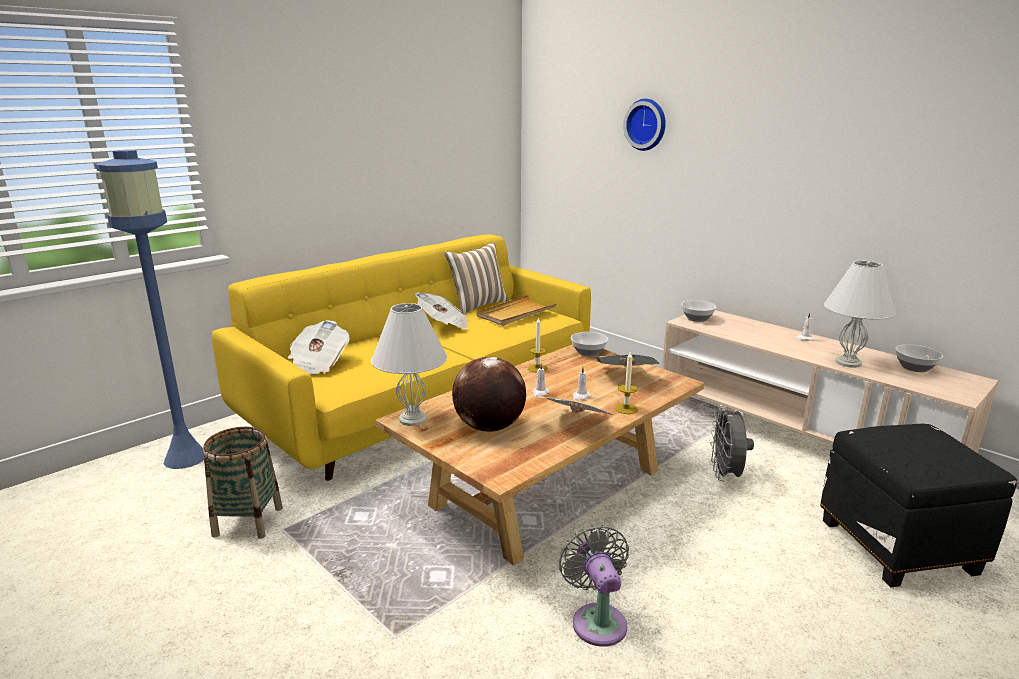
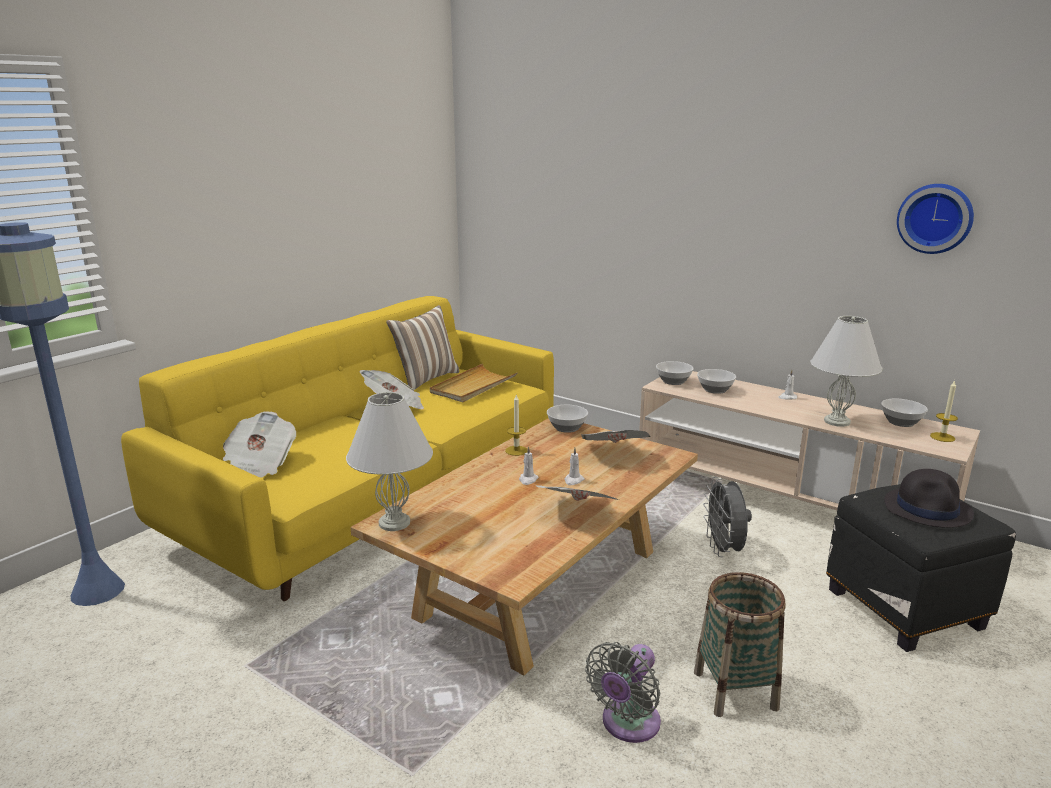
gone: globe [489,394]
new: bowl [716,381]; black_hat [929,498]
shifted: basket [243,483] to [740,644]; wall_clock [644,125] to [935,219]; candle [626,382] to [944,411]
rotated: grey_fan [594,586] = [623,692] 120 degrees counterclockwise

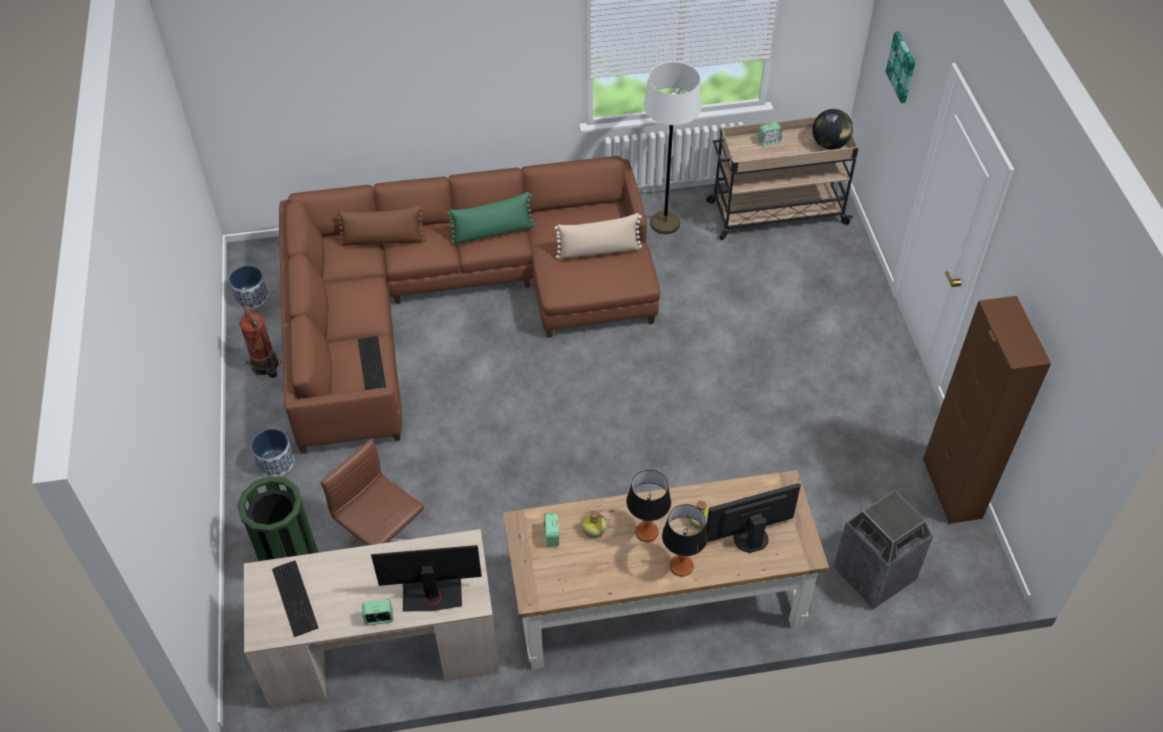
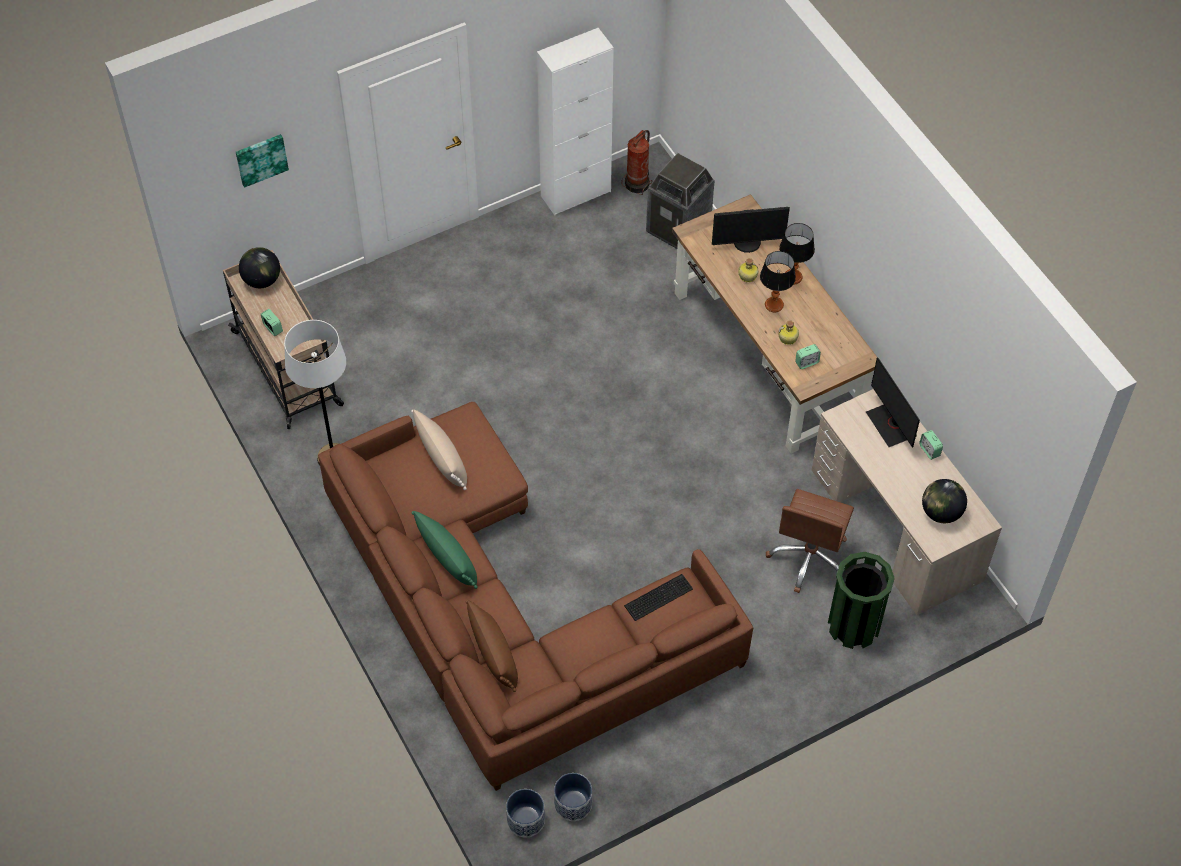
shifted: planter [272,453] to [525,813]; fire_extinguisher [260,342] to [636,162]
swapped: keyboard [295,599] to globe [944,501]
repainted: brown_cabinet [987,410] to white_cabinet [575,121]
rotated: monitor [753,518] = [751,230] 60 degrees counterclockwise

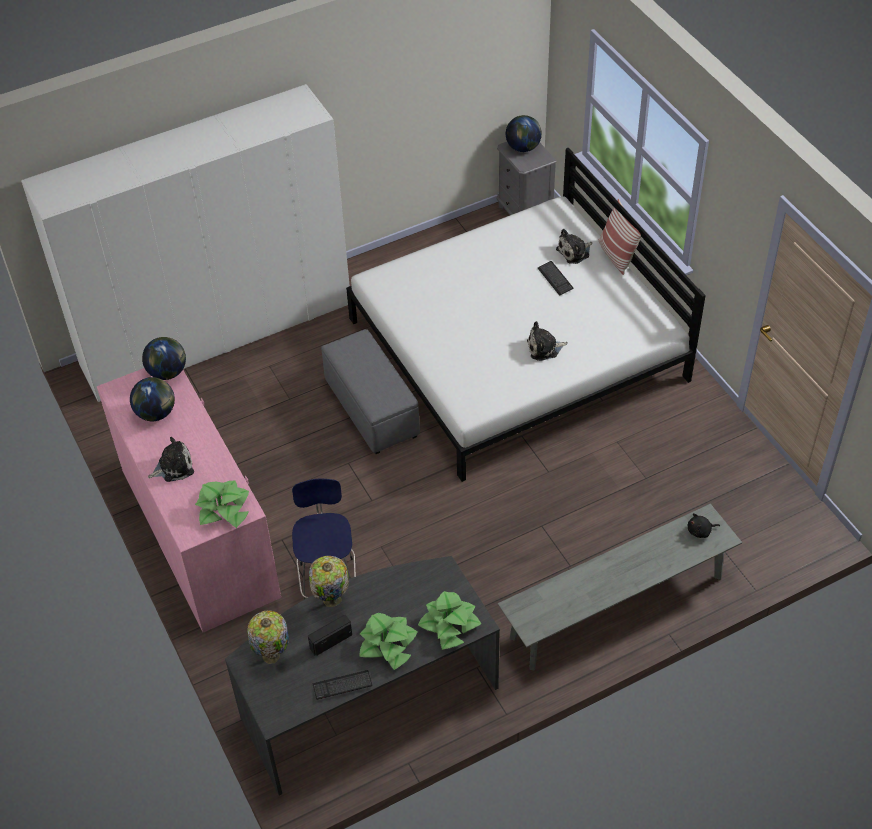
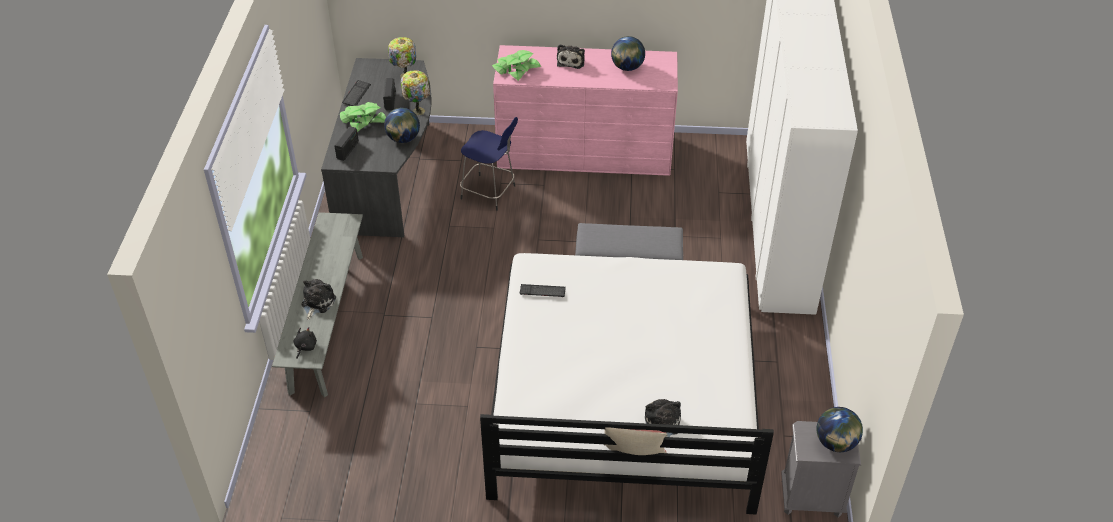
shifted: plush_toy [547,341] to [318,299]; globe [164,358] to [402,125]; keyboard [555,278] to [543,291]
swapped: potted_plant [449,620] to radio [346,143]

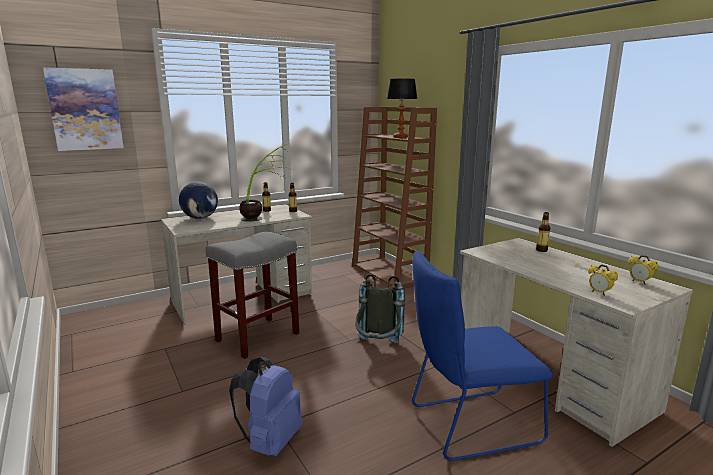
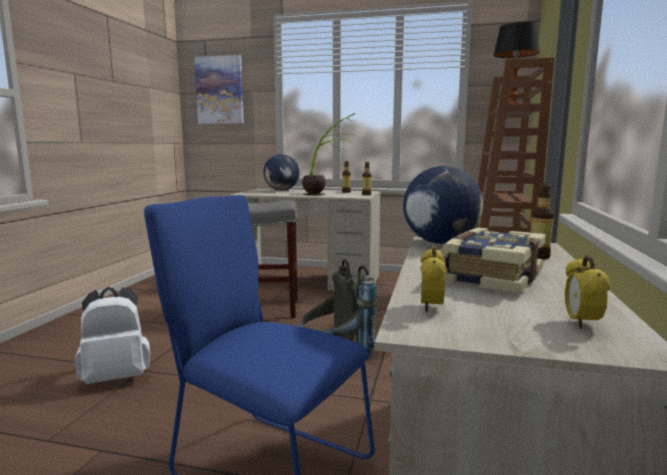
new: globe [443,205]; book [493,261]
repainted: blue_backpack [265,406] to white_backpack [112,335]

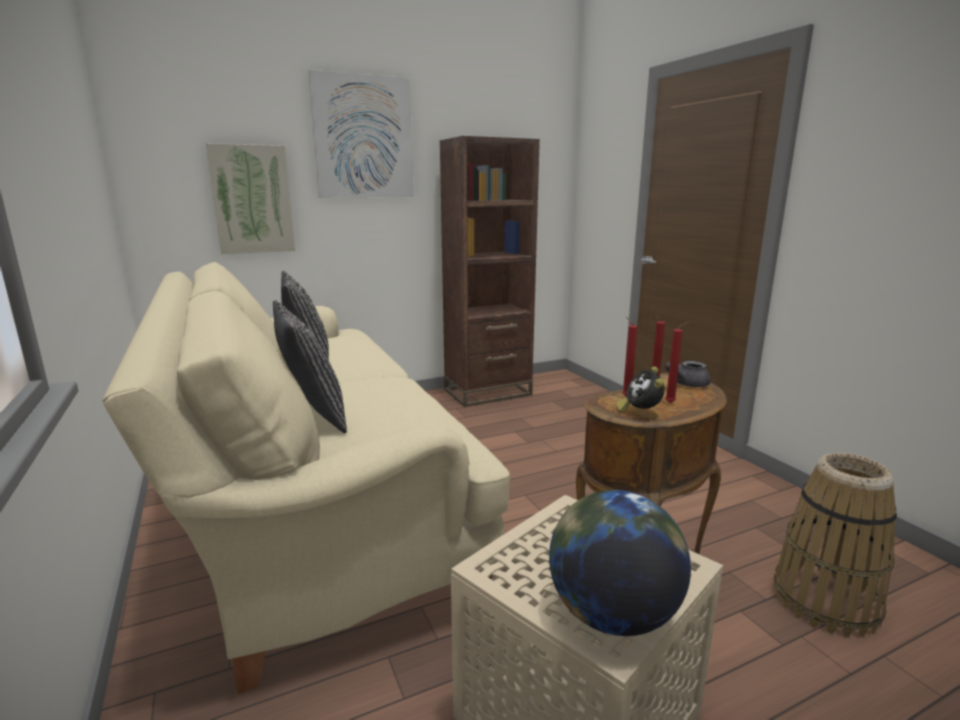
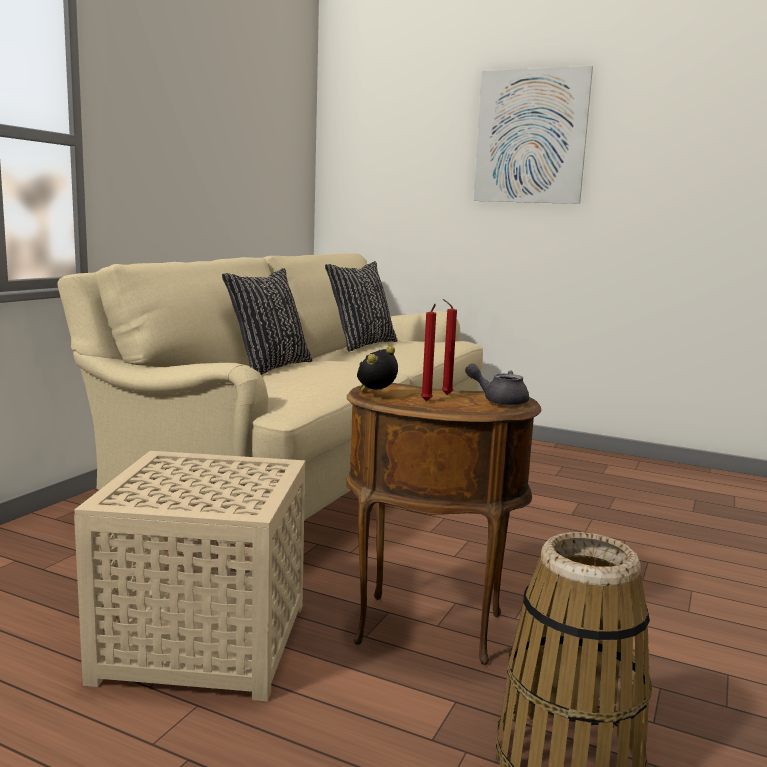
gone: picture [250,198]; brown_bookcase [490,271]; globe [620,563]; red_candle [630,356]

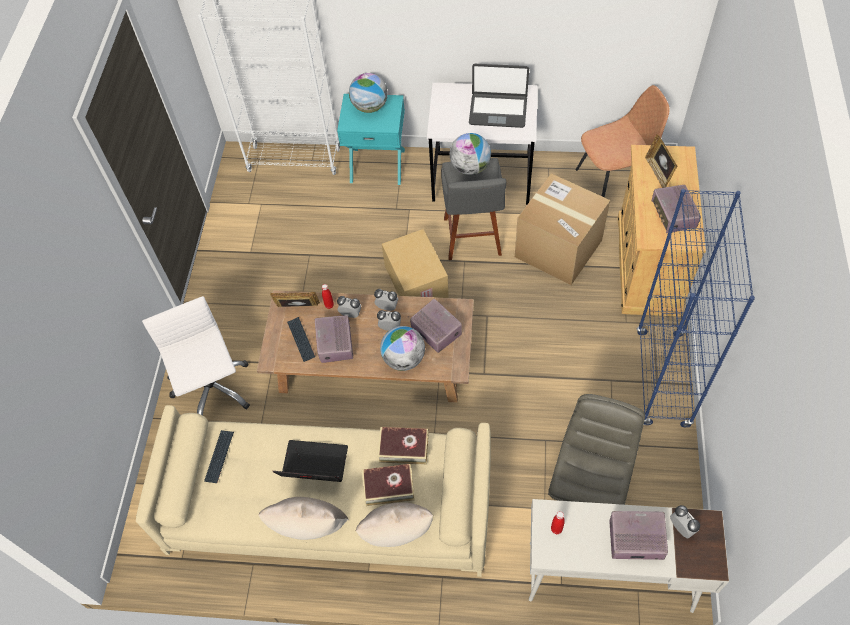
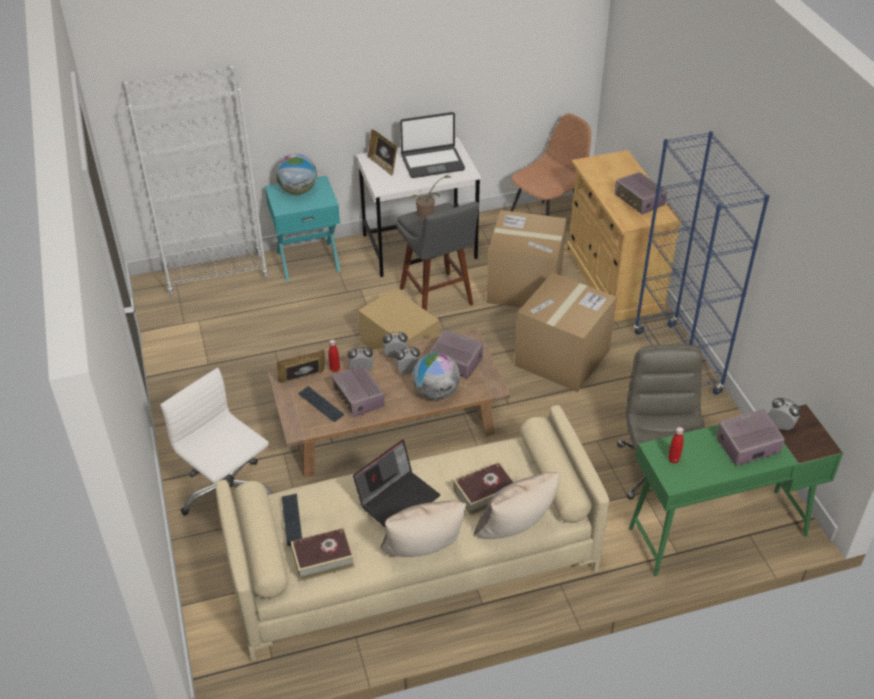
new: cardboard_box [565,332]
shifted: book [403,446] to [323,554]; picture_frame [661,161] to [382,152]
swapped: globe [470,154] to potted_plant [431,197]
repainted: white_desk [629,556] to green_desk [736,490]
rotated: laptop [310,461] = [396,483] 150 degrees clockwise

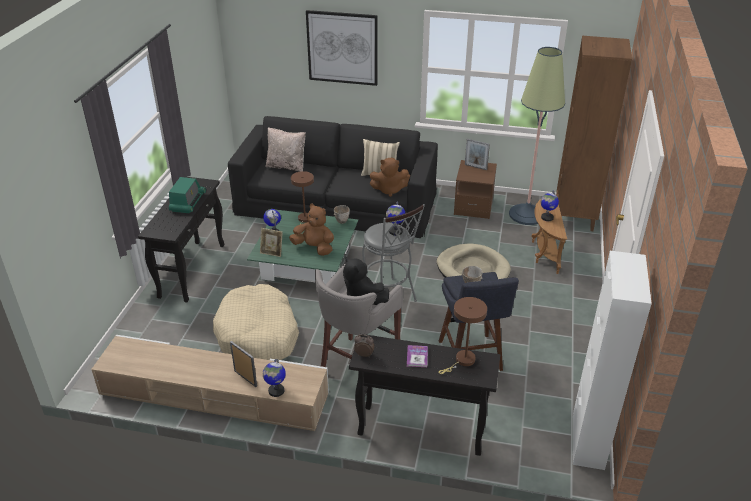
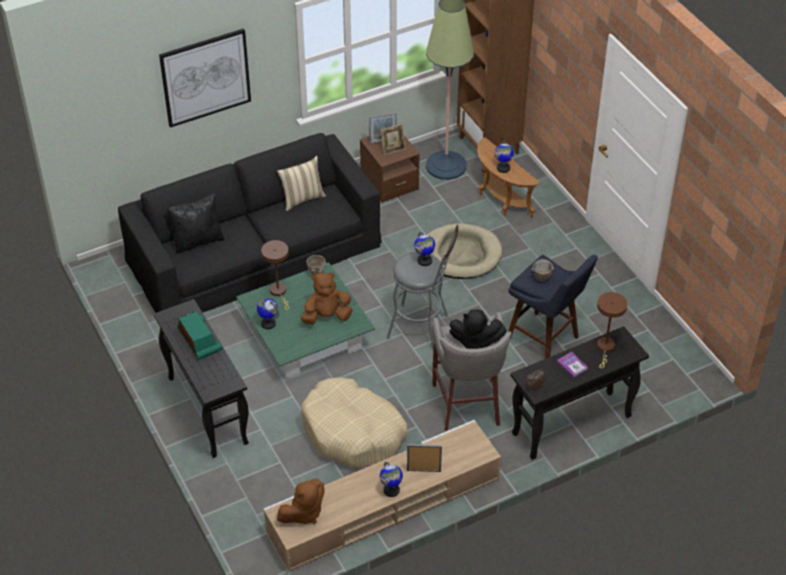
gone: white_cabinet [612,360]
shifted: brown_plush_toy [390,177] to [301,501]; globe [274,378] to [391,479]; picture_frame [271,242] to [393,139]
repainted: beige_pillow [285,149] to black_pillow [196,224]

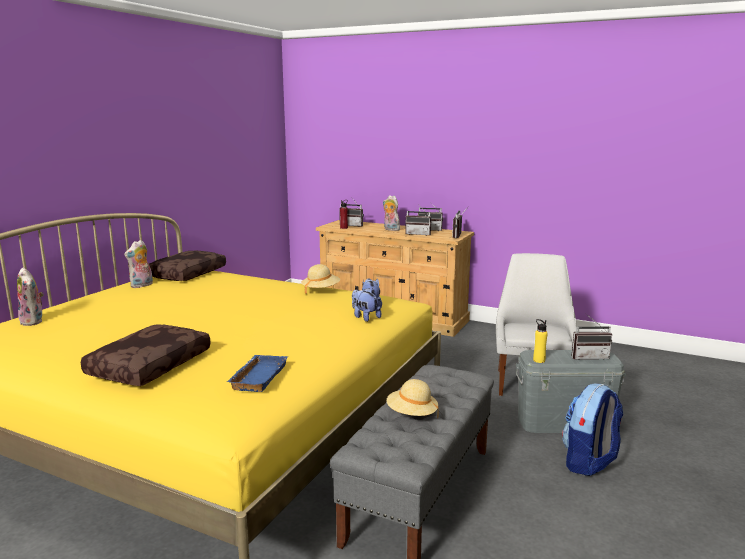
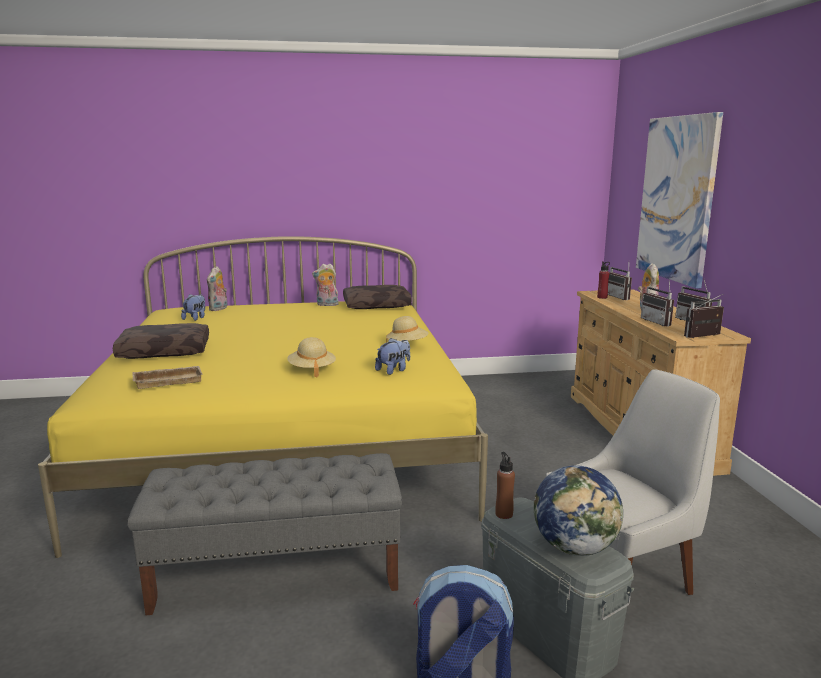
new: picture [679,200]
shifted: plush_toy [366,305] to [193,307]; beige_hat [413,398] to [311,357]
swapped: radio [592,337] to globe [578,510]
repainted: blue_tray [257,373] to beige_tray [167,377]; yellow_bottle [540,341] to brown_bottle [505,485]

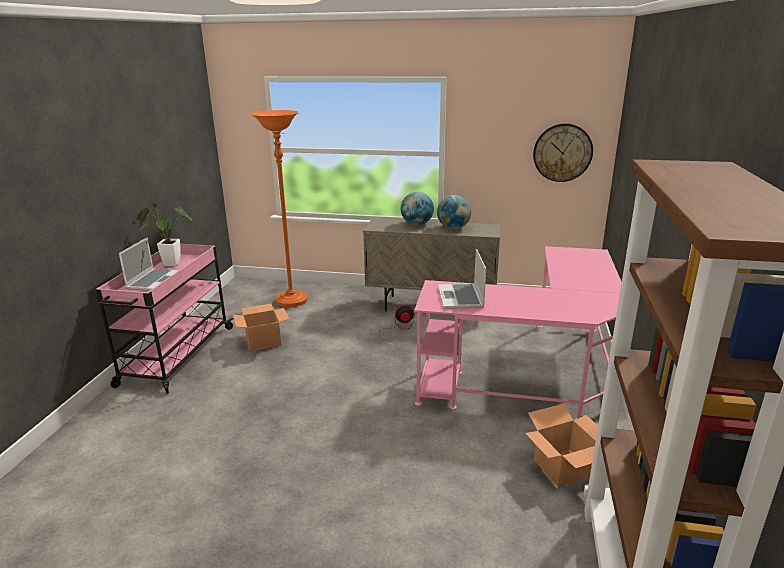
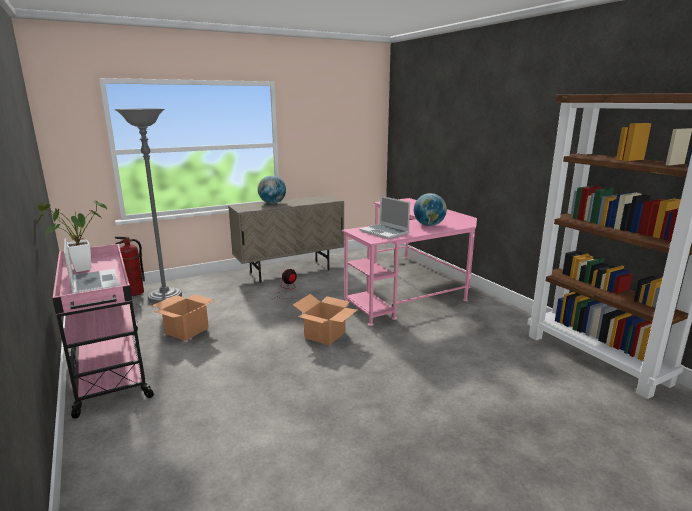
gone: wall_clock [563,152]
new: fire_extinguisher [130,266]
shifted: cardboard_box [561,445] to [325,319]; globe [454,212] to [430,209]
repainted: orange_floor_lamp [279,208] to grey_floor_lamp [148,206]

